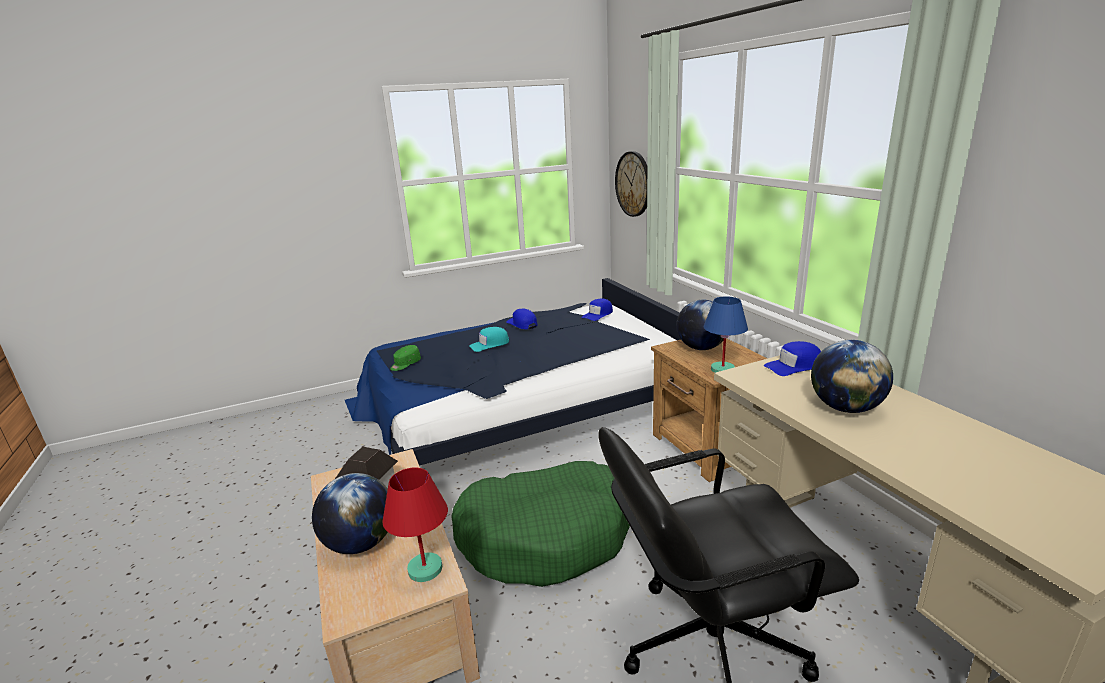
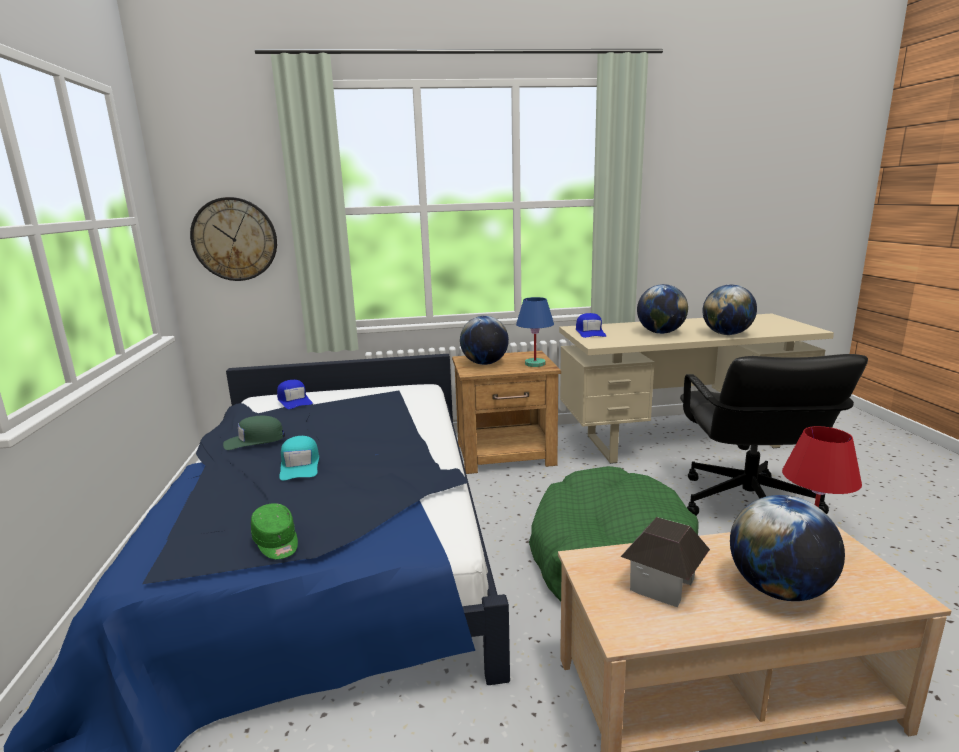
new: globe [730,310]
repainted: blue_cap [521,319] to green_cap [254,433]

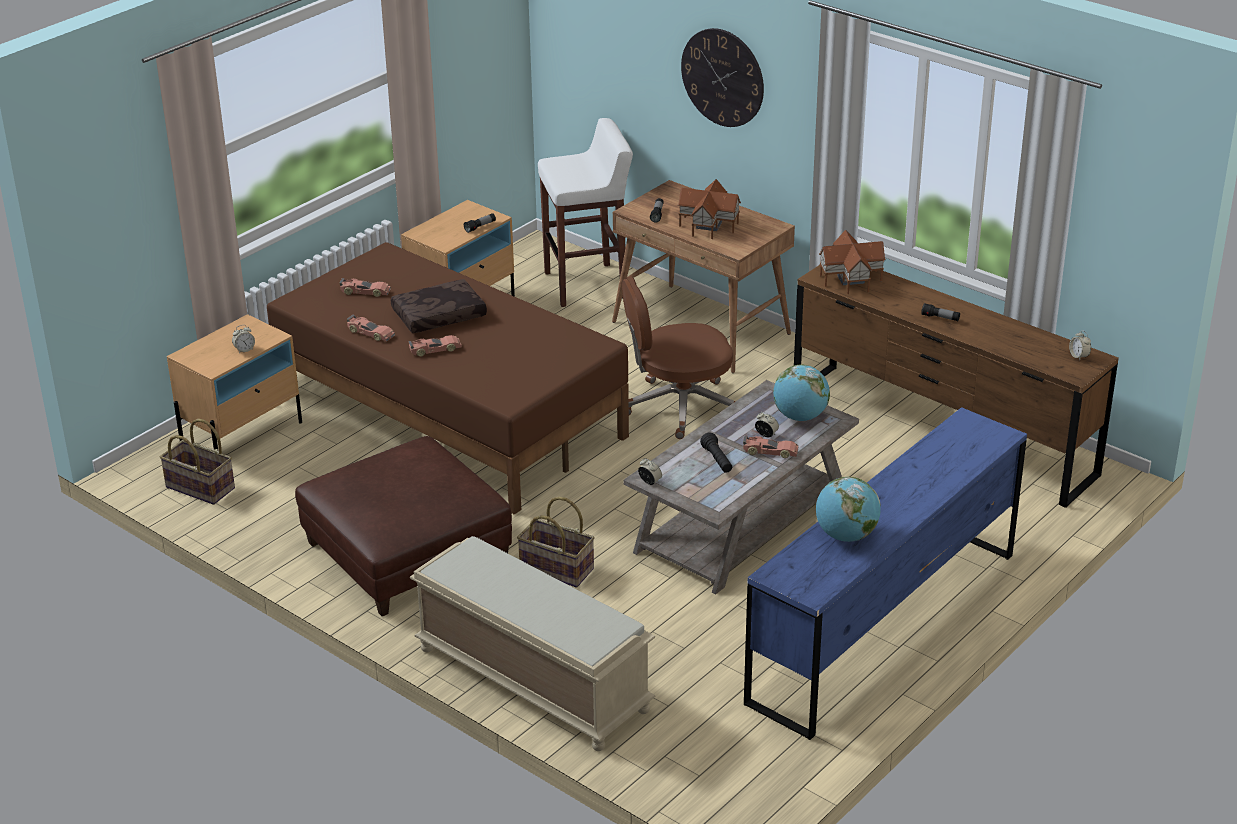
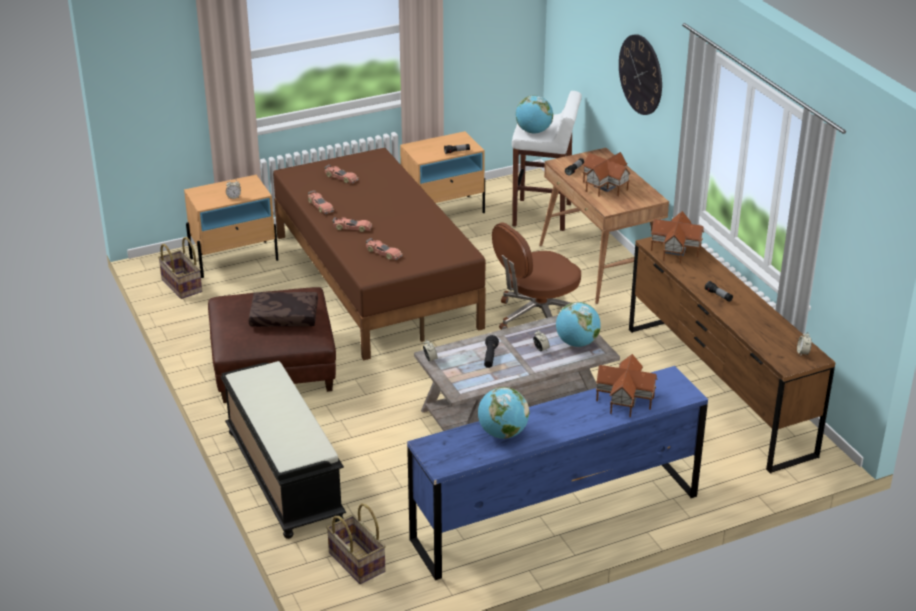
new: globe [534,114]; toy_house [627,385]
shifted: brown_pillow [439,306] to [283,309]; basket [555,542] to [356,543]; toy_car [770,447] to [384,249]
repainted: beige_bench [532,643] to black_bench [283,450]
rotated: brown_office_chair [679,357] = [536,276] 45 degrees counterclockwise

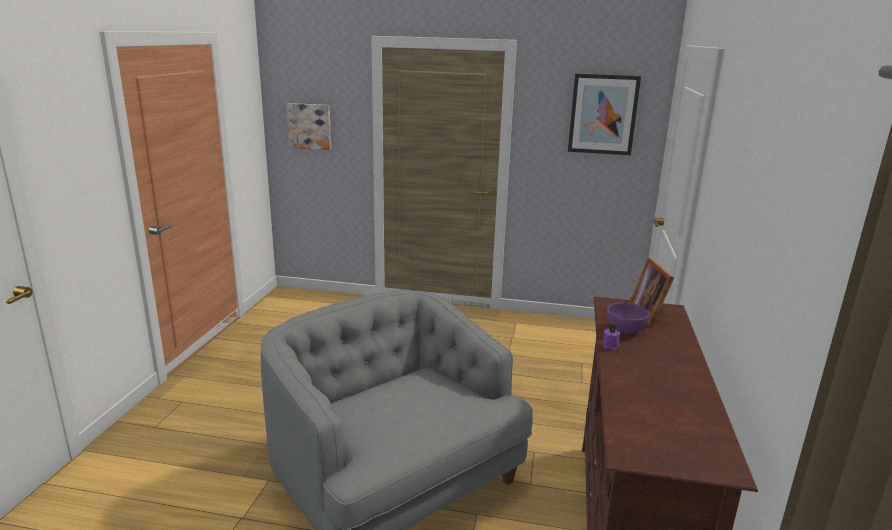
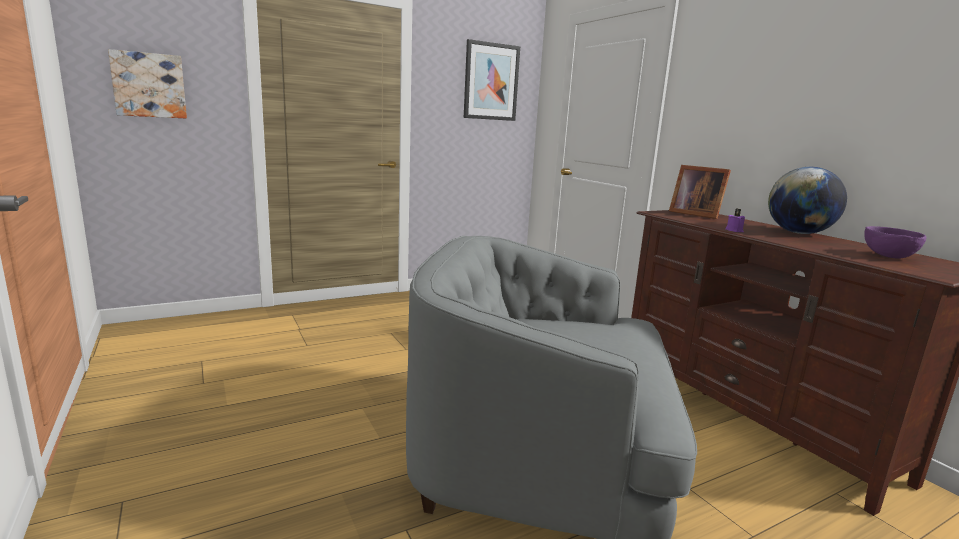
new: globe [807,200]
shifted: purple_bowl [628,318] to [895,242]

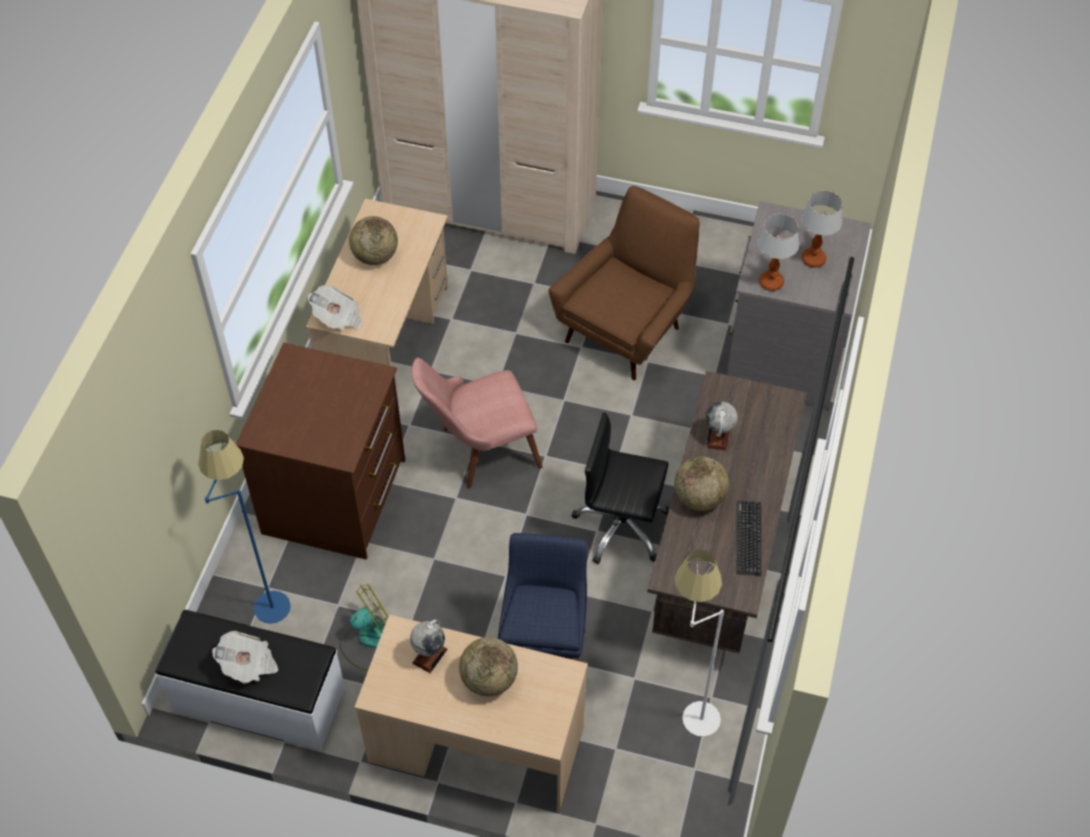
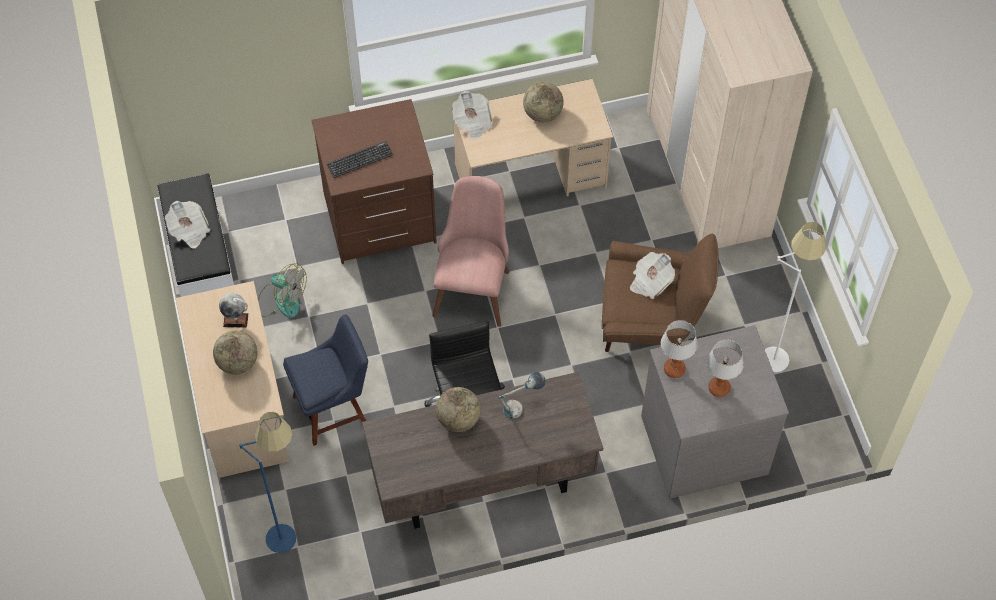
new: newspaper [652,275]
shifted: blue_floor_lamp [244,526] to [267,482]; keyboard [749,538] to [360,159]; white_floor_lamp [699,643] to [795,297]
swapped: globe [722,426] to table_lamp [522,395]
rotated: pink_chair [477,423] = [470,251] 60 degrees clockwise

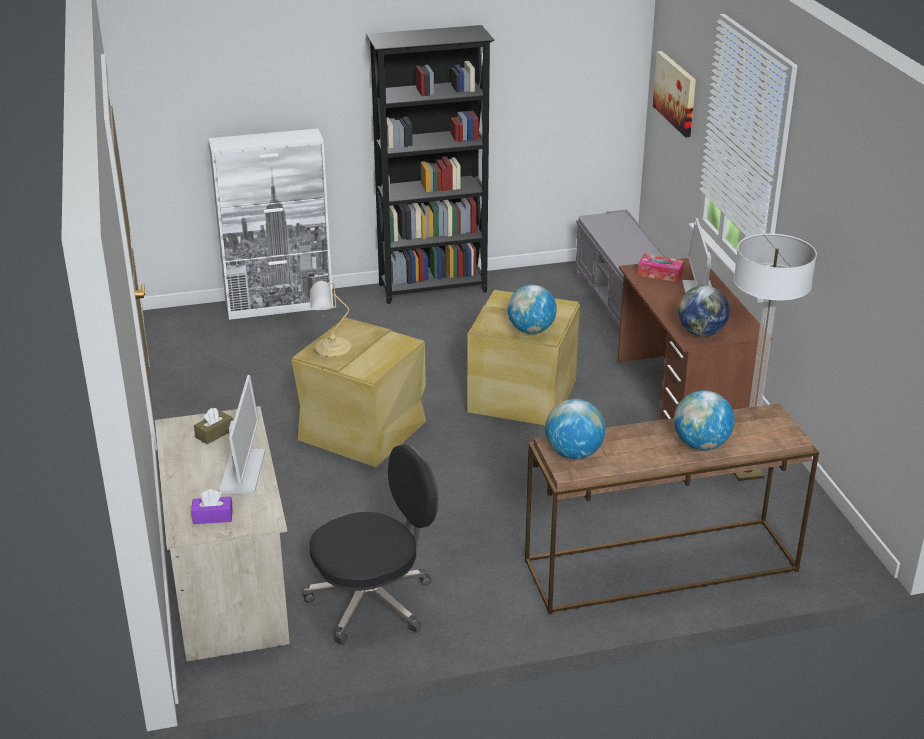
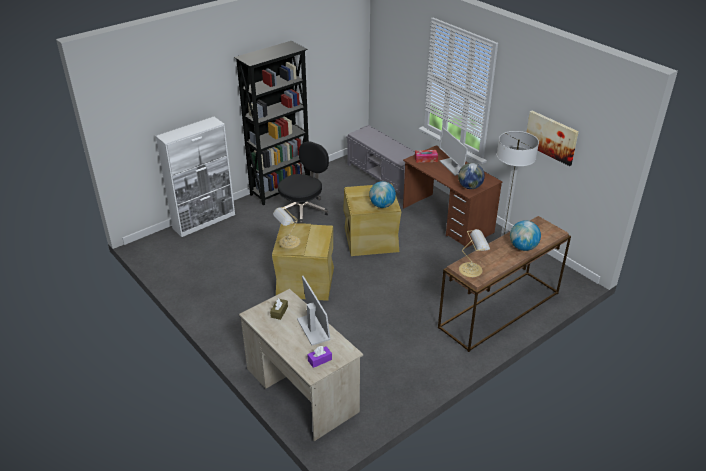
shifted: black_office_chair [370,544] to [303,182]; picture [674,94] to [552,138]
swapped: globe [575,429] to table_lamp [474,253]

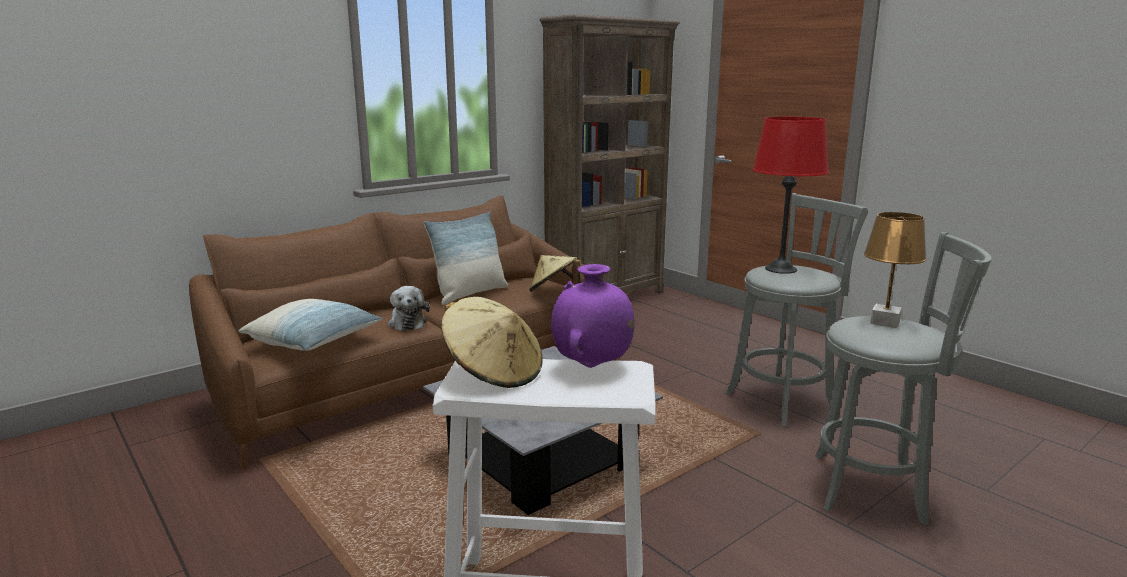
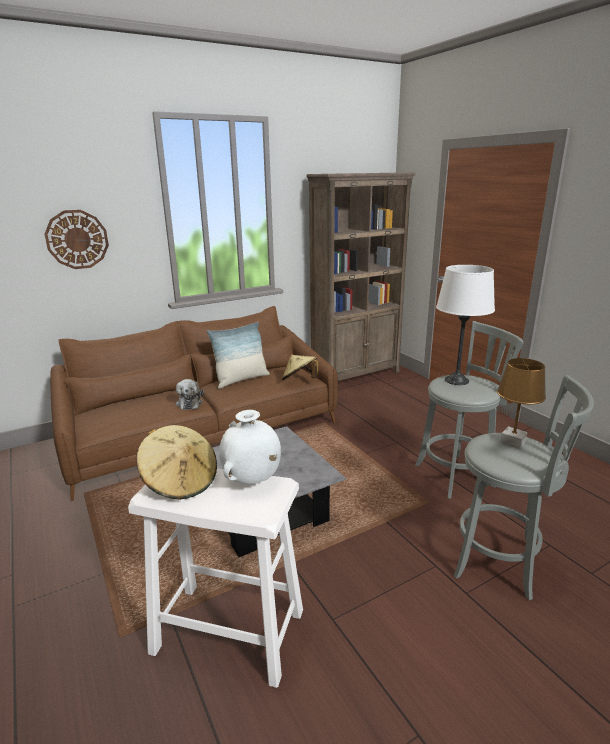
gone: pillow [311,325]
new: wall_clock [76,239]
repainted: purple_vase [593,316] to white_vase [250,447]; red_table_lamp [791,195] to white_table_lamp [465,325]

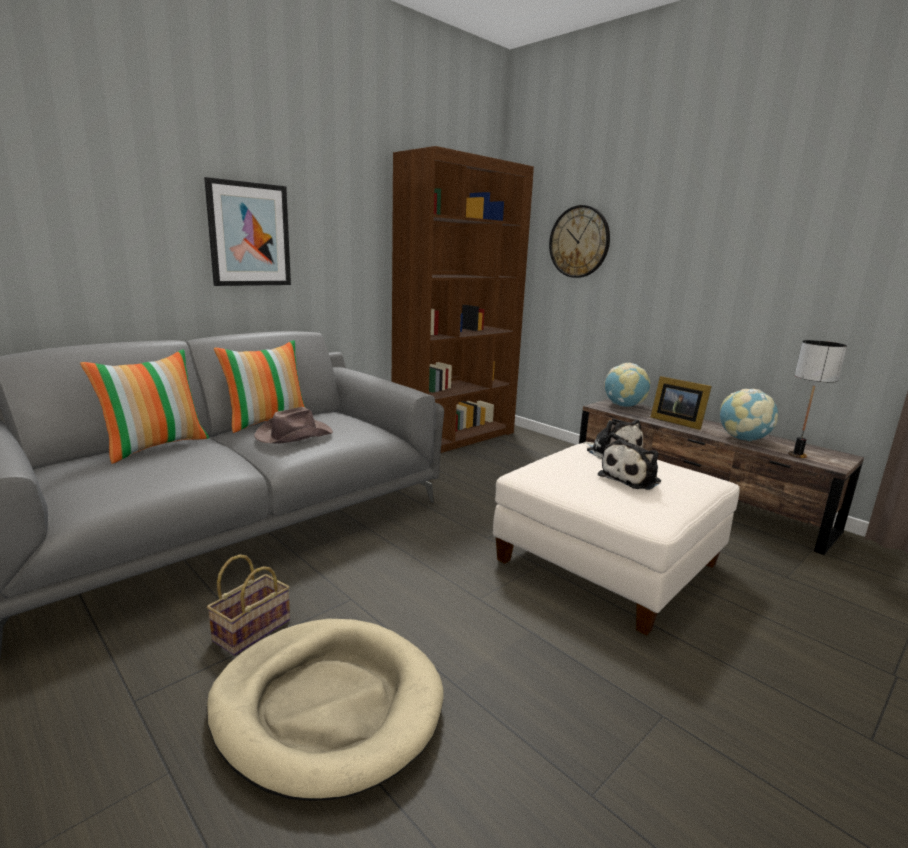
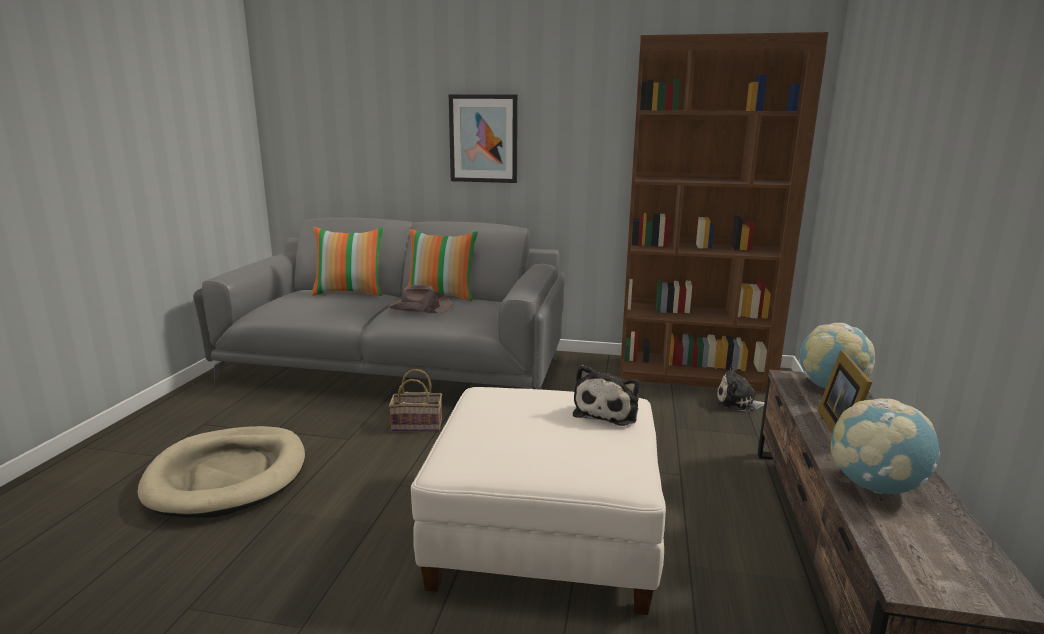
gone: wall_clock [579,241]; table_lamp [817,399]
shifted: basket [248,605] to [415,400]; plush_toy [629,461] to [740,388]

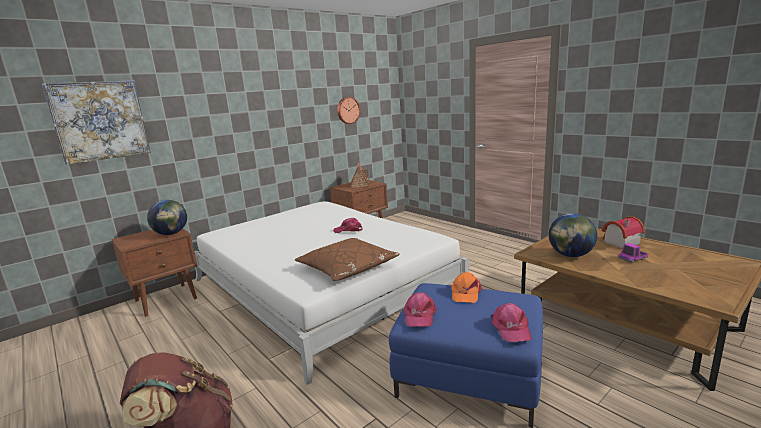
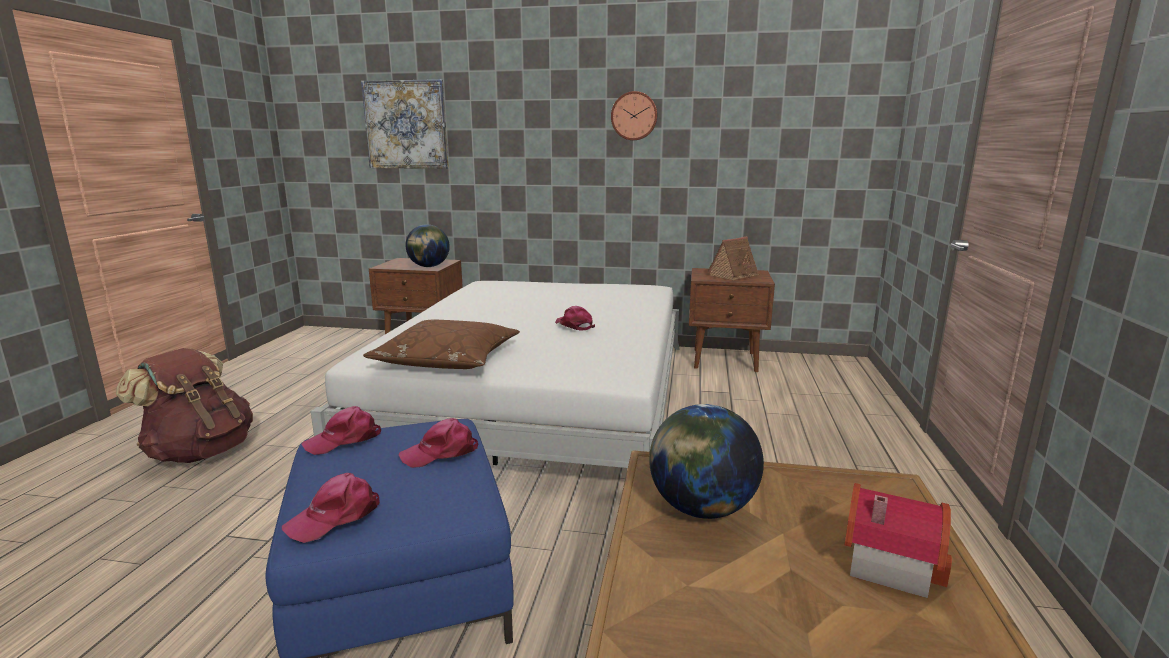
gone: toy_truck [633,253]
shifted: wall_clock [348,110] to [634,115]
repainted: orange_cap [466,287] to pink_cap [438,443]

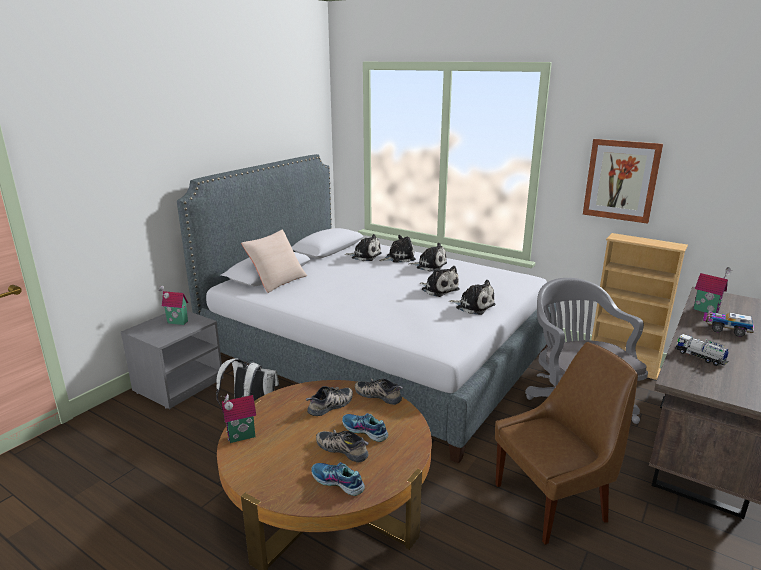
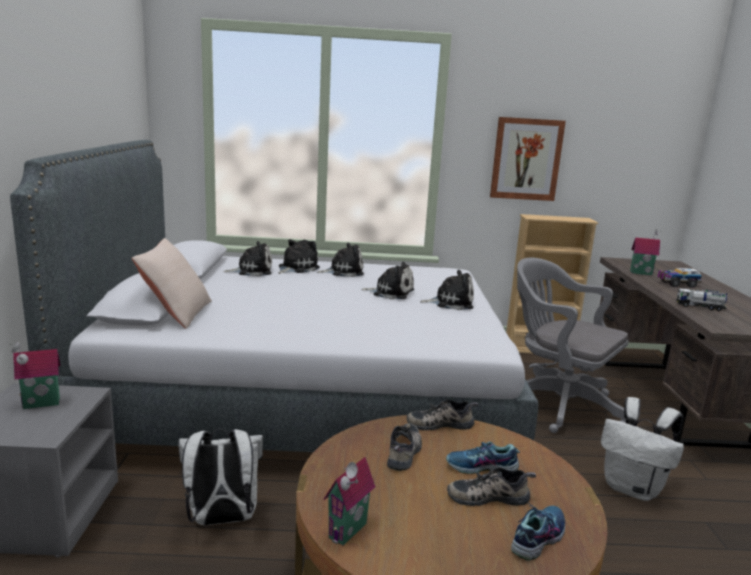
swapped: brown_chair [566,443] to white_backpack [642,449]
rotated: shoe [338,479] = [538,530] 135 degrees clockwise

